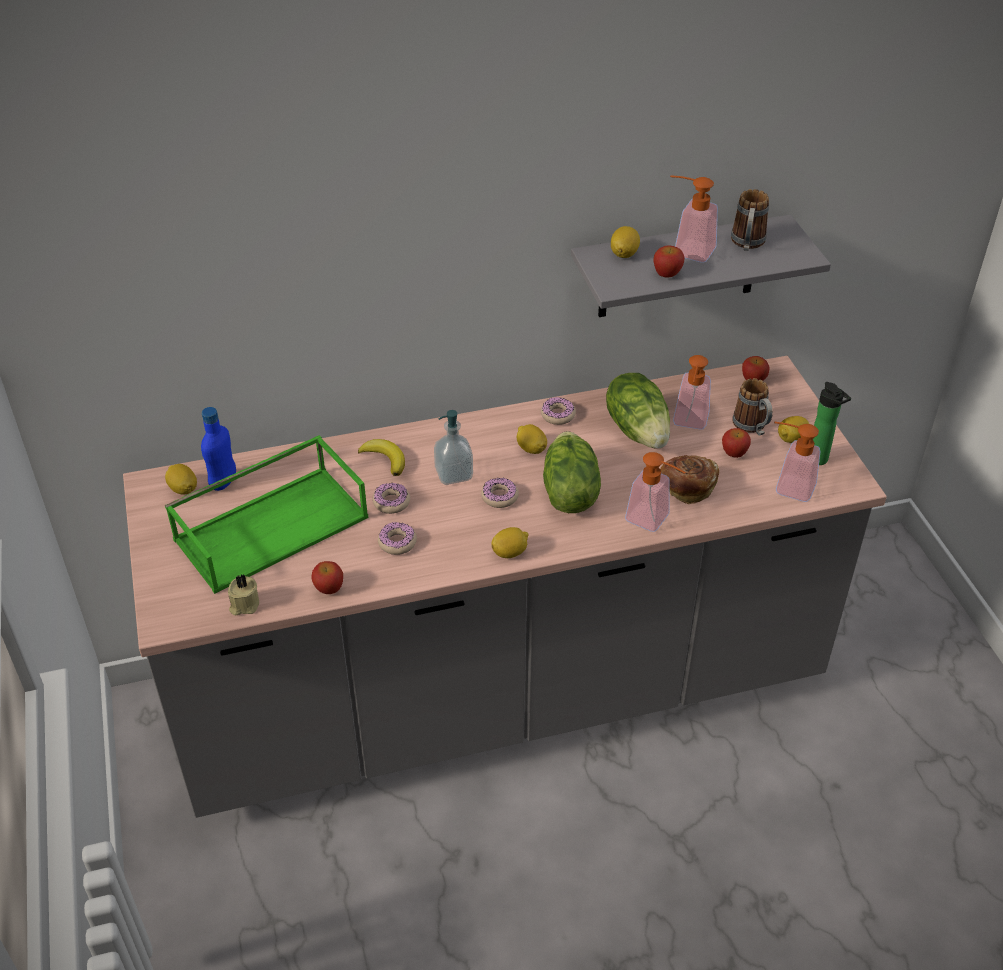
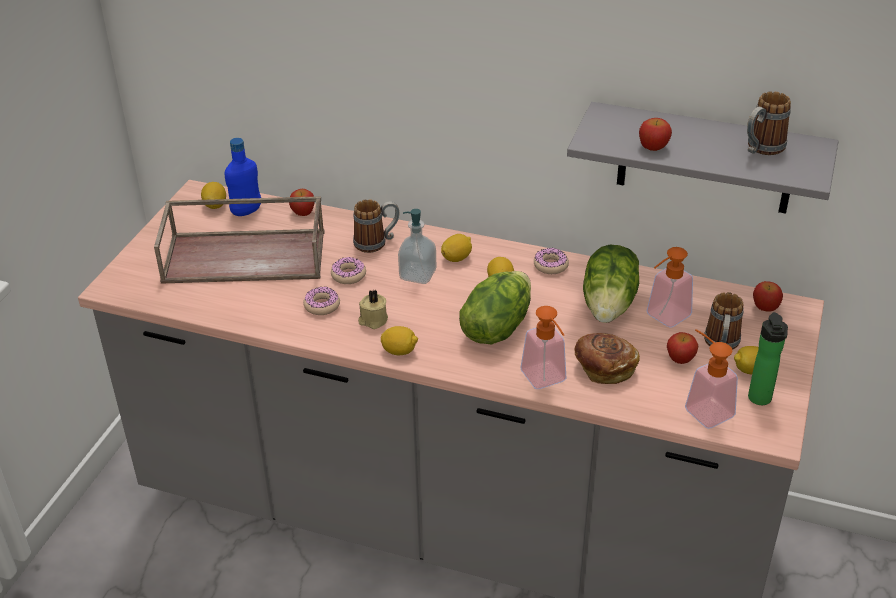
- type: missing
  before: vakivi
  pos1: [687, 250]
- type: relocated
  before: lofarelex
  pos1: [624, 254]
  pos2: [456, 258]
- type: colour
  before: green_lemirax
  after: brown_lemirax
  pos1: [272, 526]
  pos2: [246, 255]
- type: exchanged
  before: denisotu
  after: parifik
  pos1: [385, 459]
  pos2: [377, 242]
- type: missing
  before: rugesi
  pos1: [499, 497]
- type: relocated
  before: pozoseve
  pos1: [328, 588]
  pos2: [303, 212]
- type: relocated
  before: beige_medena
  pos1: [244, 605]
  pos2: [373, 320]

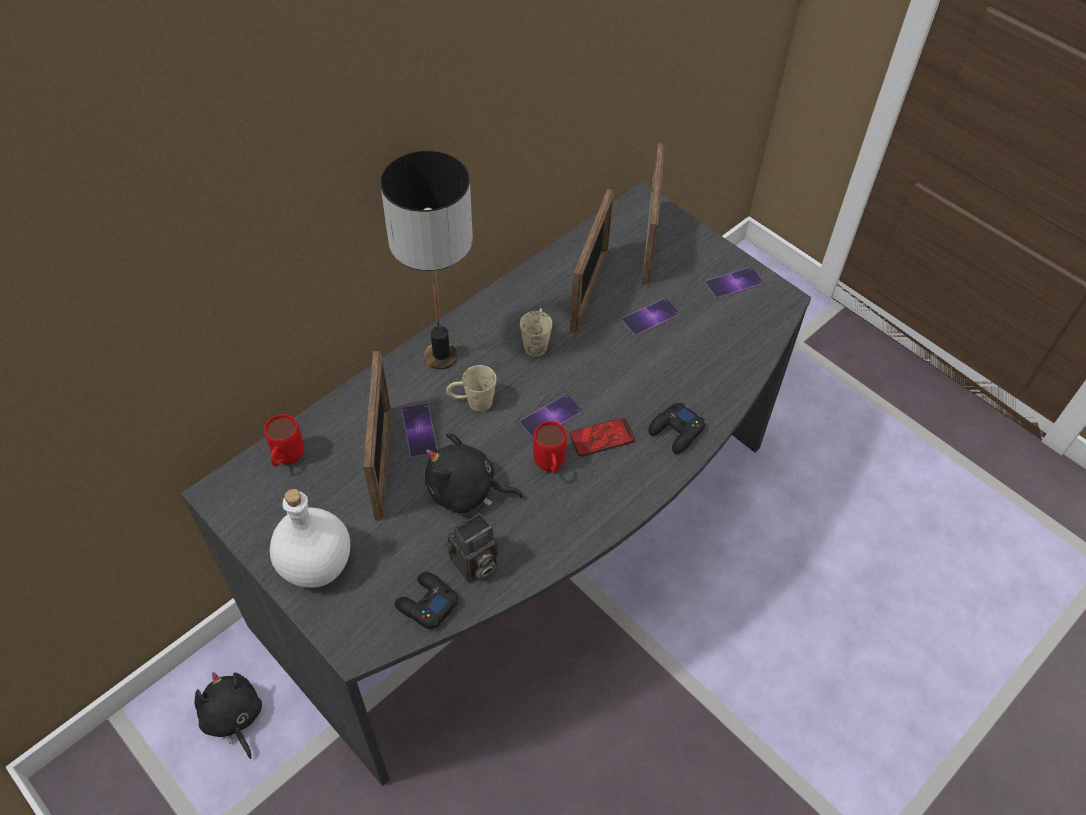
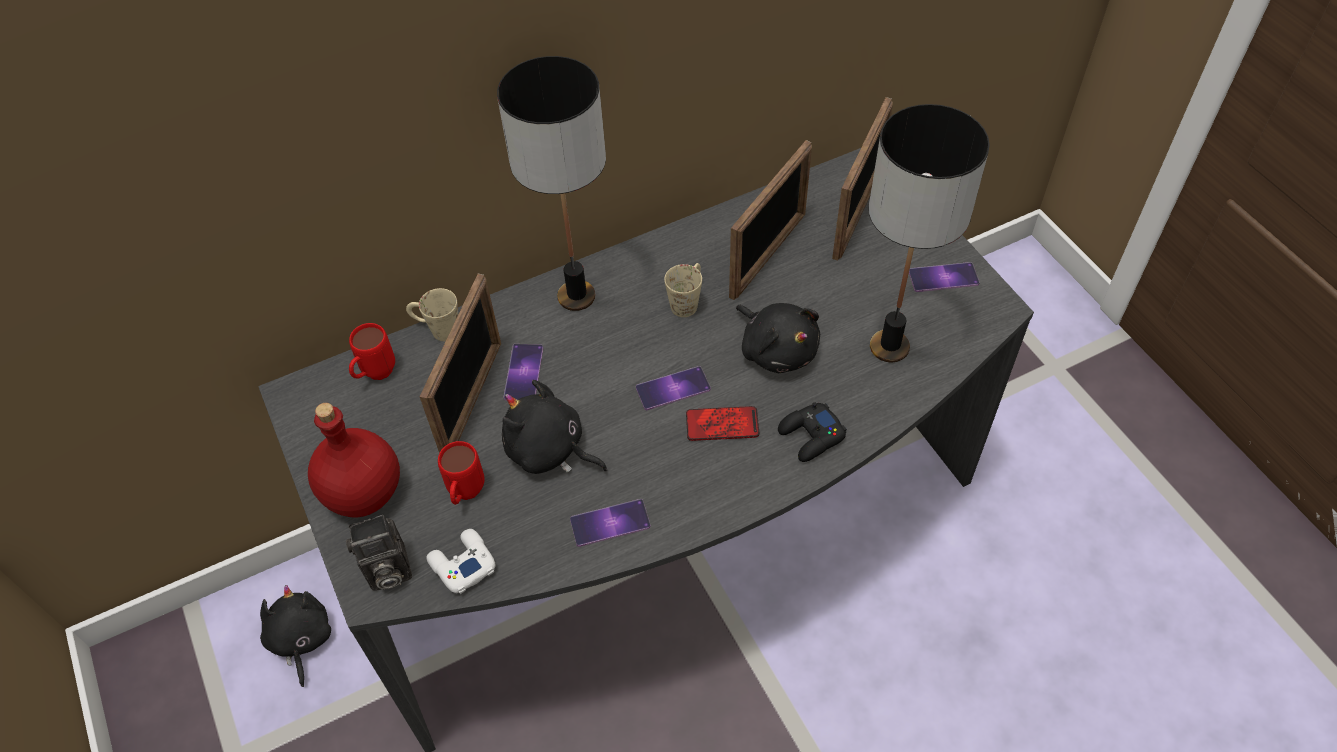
- type: relocated
  before: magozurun
  pos1: [650, 317]
  pos2: [610, 523]
- type: relocated
  before: beige_parifik
  pos1: [472, 402]
  pos2: [437, 329]
- type: relocated
  before: red_parifik
  pos1: [550, 467]
  pos2: [465, 495]
- type: colour
  before: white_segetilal
  after: red_segetilal
  pos1: [315, 563]
  pos2: [363, 492]
- type: relocated
  before: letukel
  pos1: [473, 565]
  pos2: [386, 572]
- type: colour
  before: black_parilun
  after: white_parilun
  pos1: [426, 604]
  pos2: [462, 564]
- type: appeared
  after: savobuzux
  pos2: [890, 347]
- type: appeared
  after: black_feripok
  pos2: [777, 349]

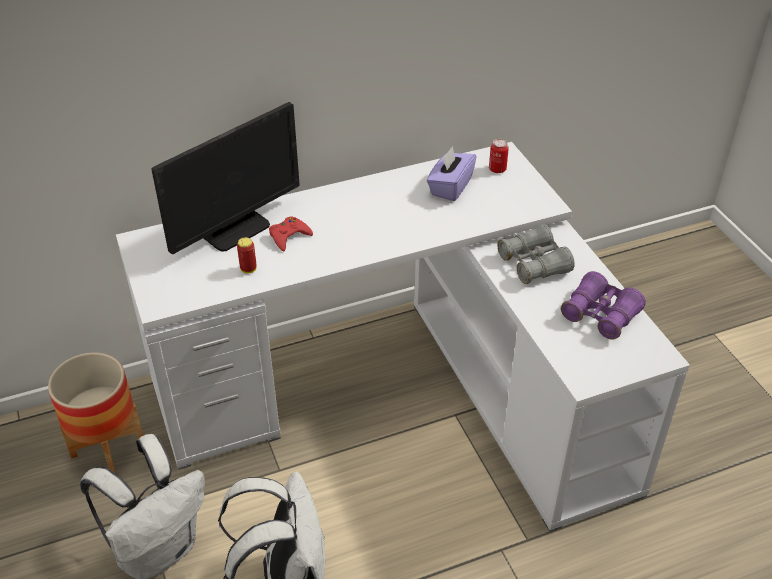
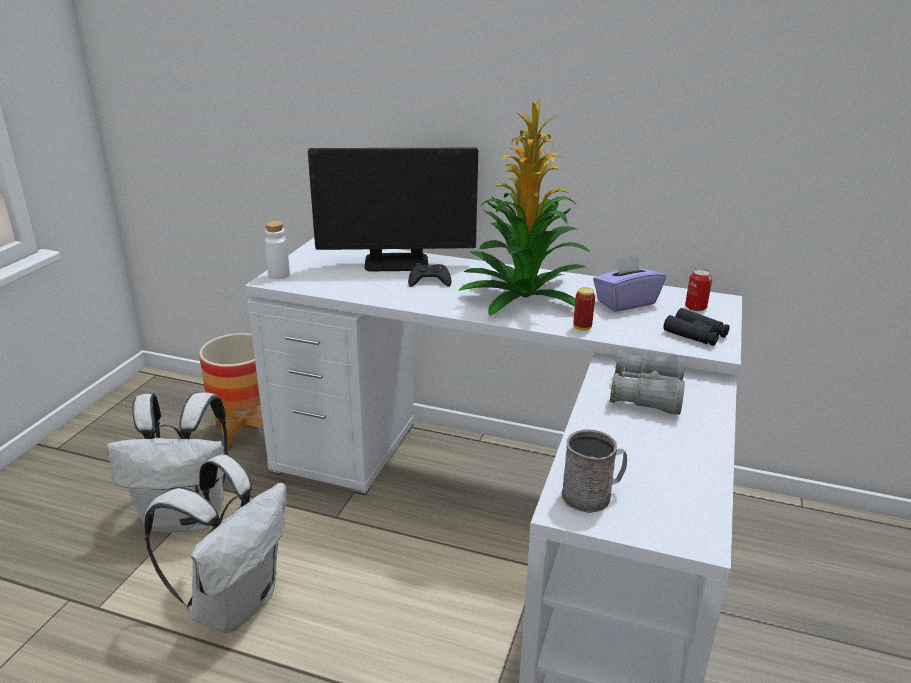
- type: colour
  before: red_parilun
  after: black_parilun
  pos1: [289, 236]
  pos2: [429, 281]
- type: relocated
  before: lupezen
  pos1: [248, 269]
  pos2: [582, 328]
- type: missing
  before: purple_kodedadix
  pos1: [600, 315]
- type: appeared
  after: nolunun
  pos2: [522, 295]
- type: appeared
  after: white_segetilal
  pos2: [279, 275]
- type: appeared
  after: black_kodedadix
  pos2: [695, 334]
- type: appeared
  after: grey_parifik
  pos2: [592, 495]

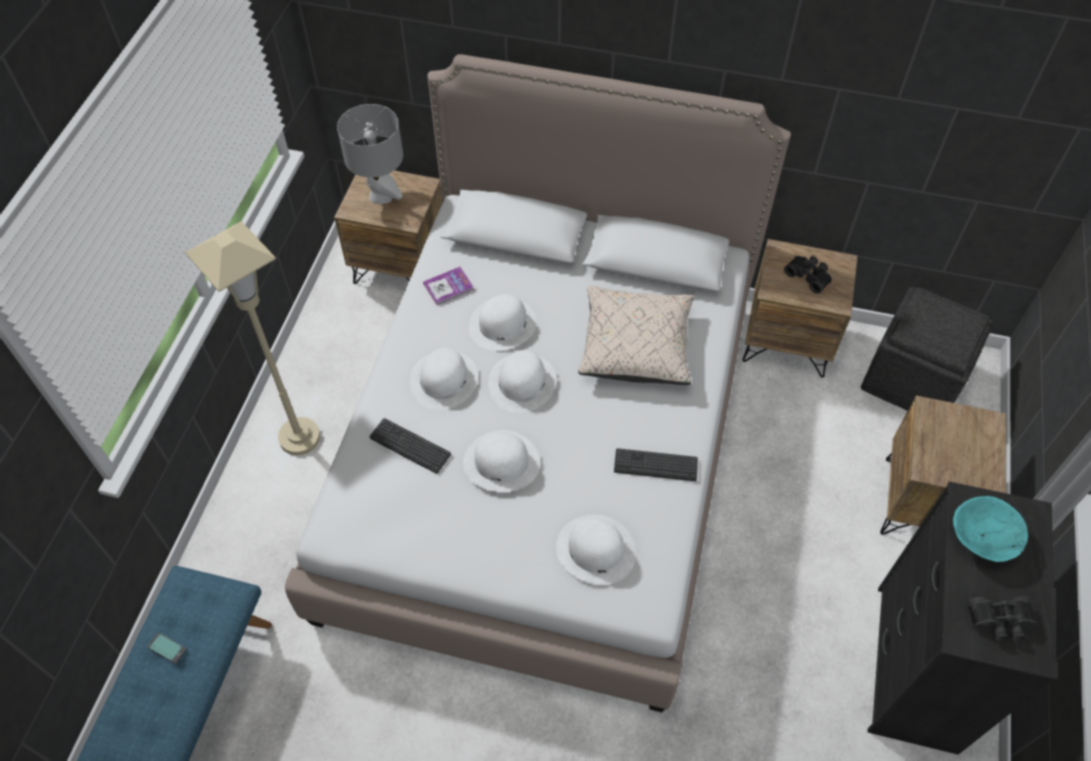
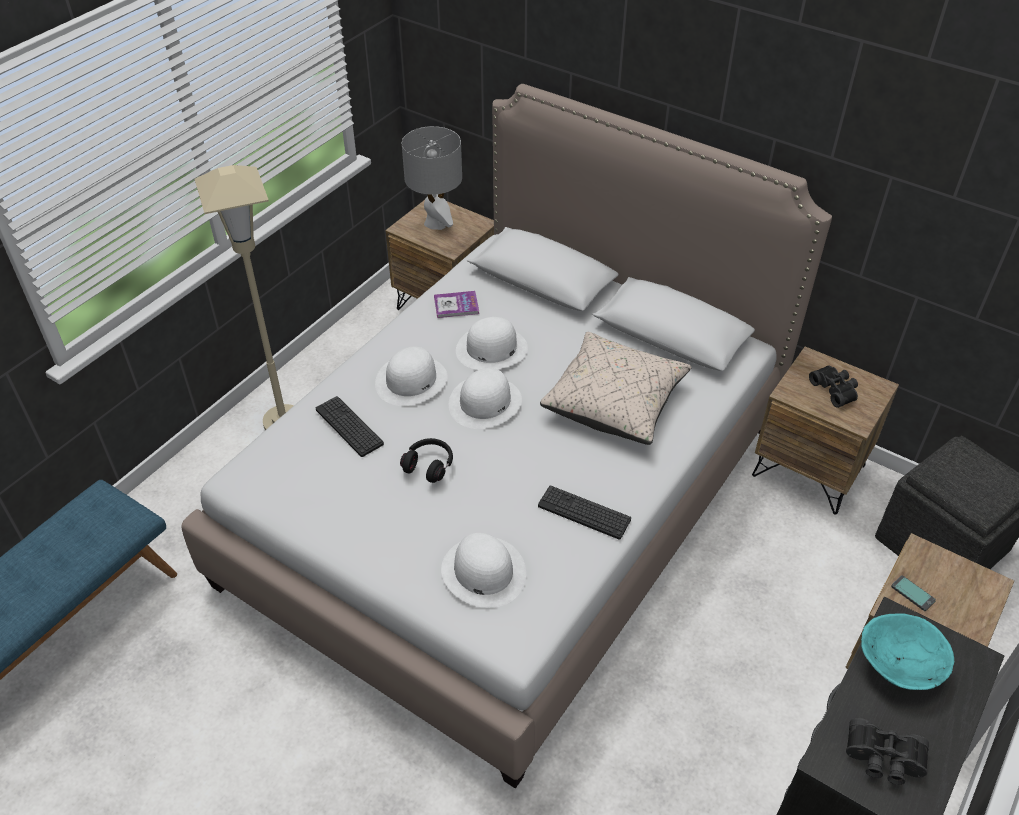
- type: exchanged
  before: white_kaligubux
  after: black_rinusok
  pos1: [502, 462]
  pos2: [429, 465]
- type: relocated
  before: magozurun
  pos1: [167, 648]
  pos2: [913, 593]

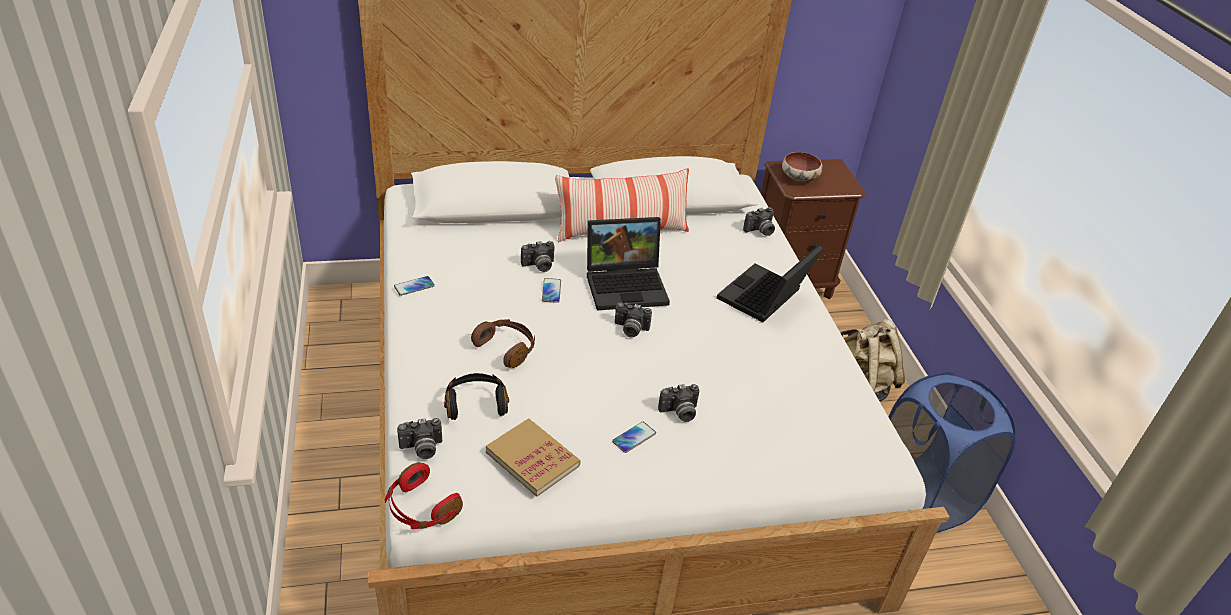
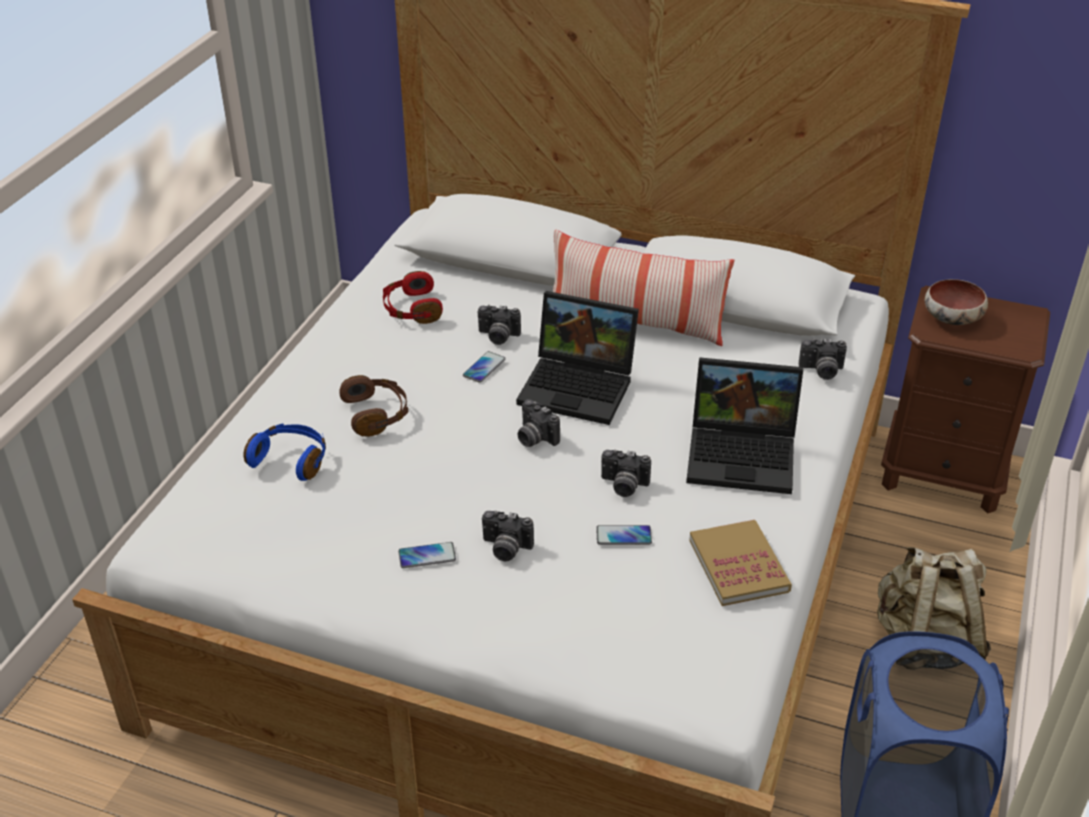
- type: spun
  before: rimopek
  pos1: [764, 298]
  pos2: [744, 455]
  turn: -150
- type: relocated
  before: magozurun
  pos1: [414, 286]
  pos2: [623, 536]
- type: colour
  before: black_rinusok
  after: blue_rinusok
  pos1: [476, 403]
  pos2: [291, 459]
- type: relocated
  before: letukel
  pos1: [421, 449]
  pos2: [623, 486]
- type: relocated
  before: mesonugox
  pos1: [532, 459]
  pos2: [738, 565]
- type: relocated
  before: red_rinusok
  pos1: [421, 508]
  pos2: [411, 309]

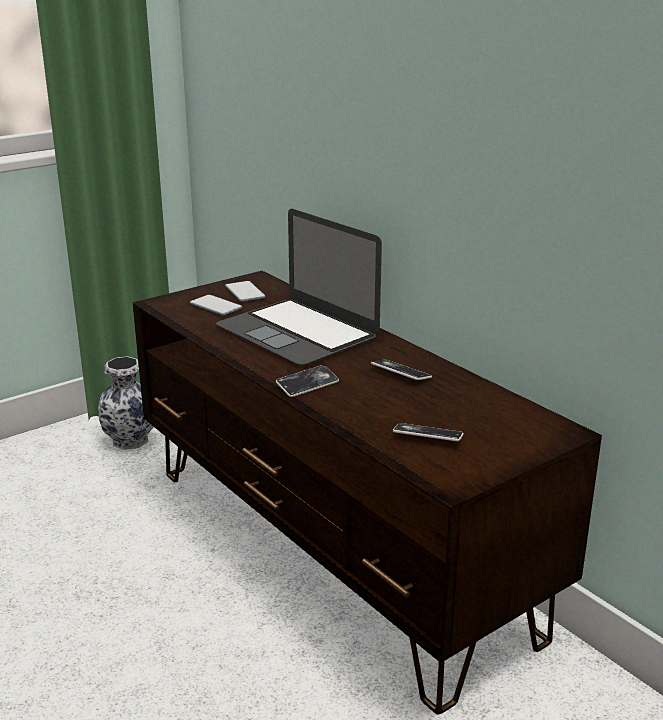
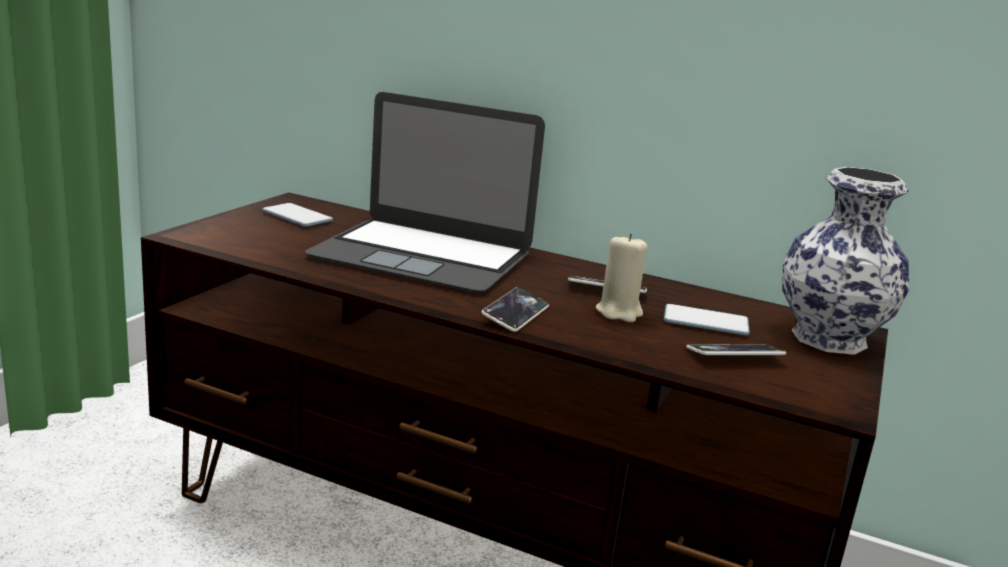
- type: relocated
  before: magozurun
  pos1: [216, 306]
  pos2: [705, 322]
- type: relocated
  before: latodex
  pos1: [129, 440]
  pos2: [830, 340]
- type: appeared
  after: beige_medena
  pos2: [619, 312]

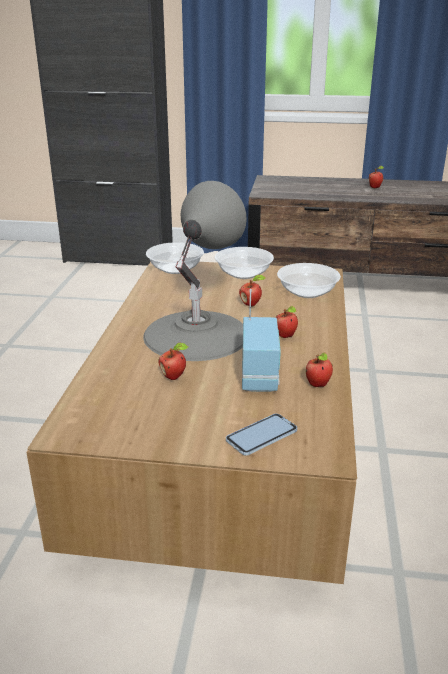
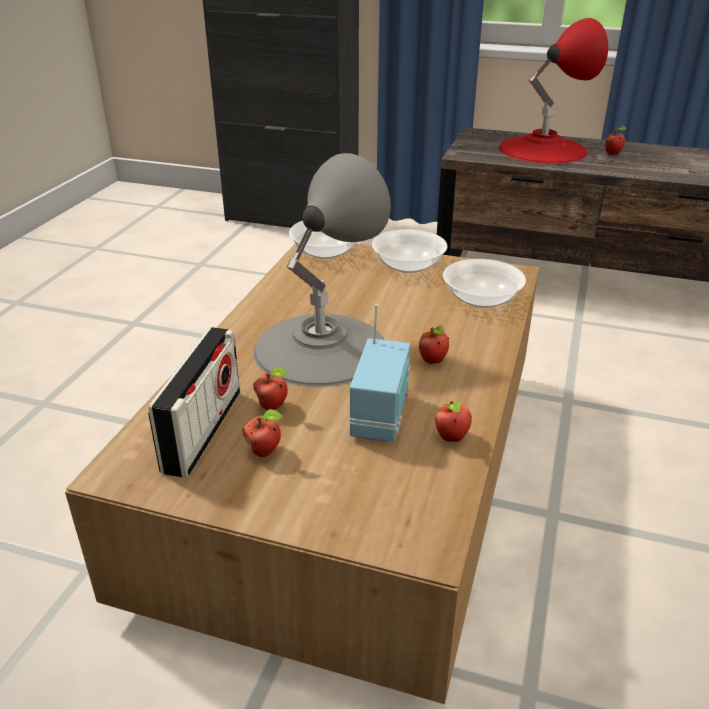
- type: relocated
  before: pozoseve
  pos1: [251, 304]
  pos2: [265, 451]
- type: missing
  before: magozurun
  pos1: [261, 436]
- type: appeared
  after: red_savobuzux
  pos2: [542, 149]
- type: appeared
  after: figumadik
  pos2: [203, 430]

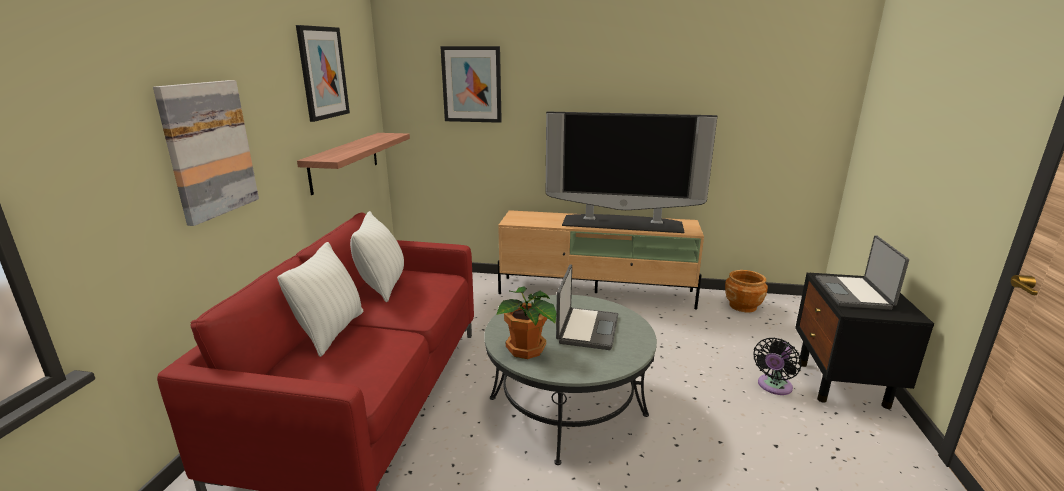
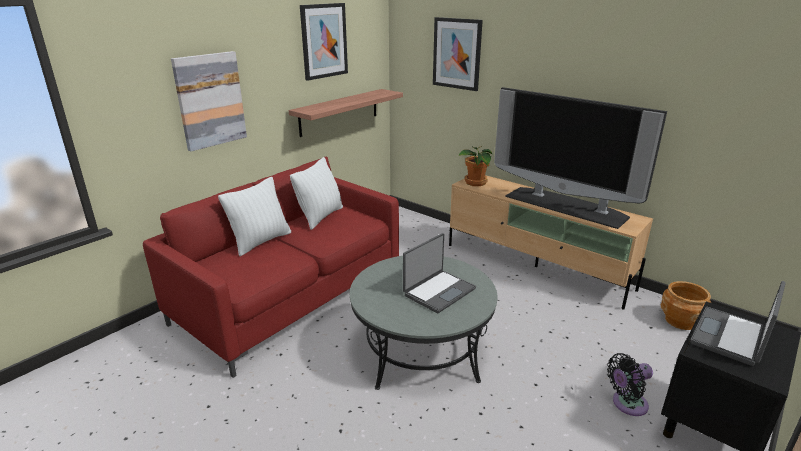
- type: relocated
  before: nolunun
  pos1: [526, 350]
  pos2: [475, 183]

